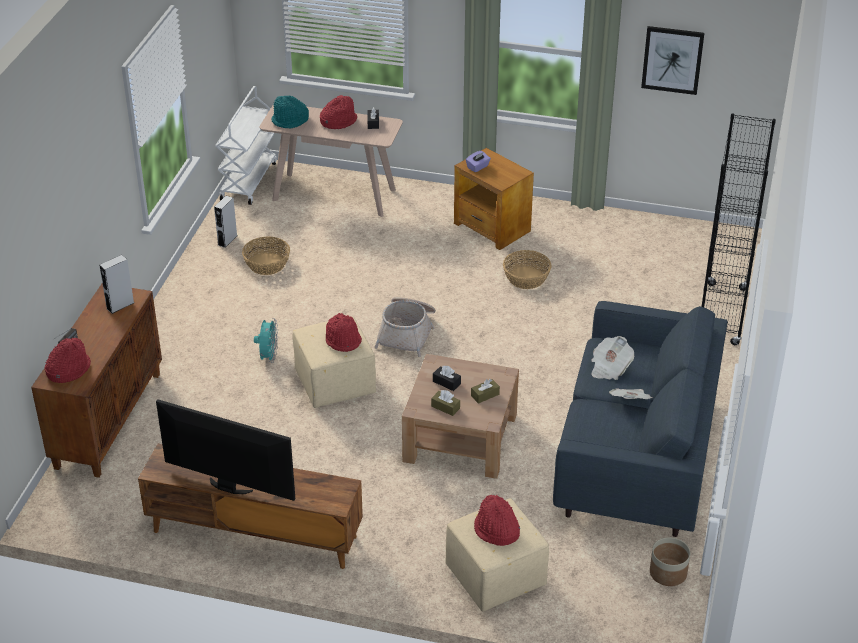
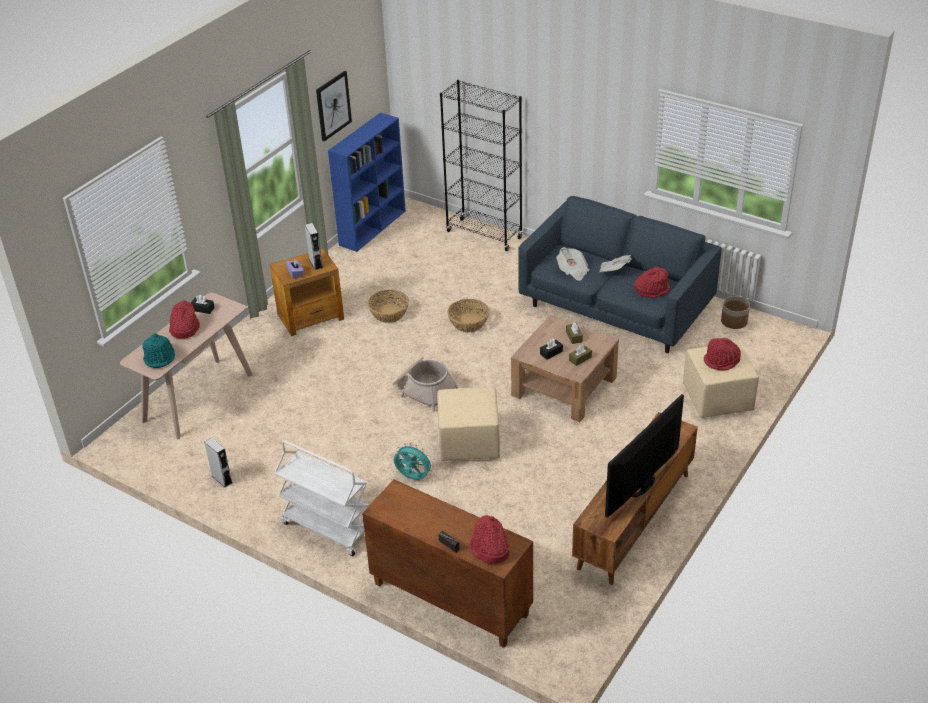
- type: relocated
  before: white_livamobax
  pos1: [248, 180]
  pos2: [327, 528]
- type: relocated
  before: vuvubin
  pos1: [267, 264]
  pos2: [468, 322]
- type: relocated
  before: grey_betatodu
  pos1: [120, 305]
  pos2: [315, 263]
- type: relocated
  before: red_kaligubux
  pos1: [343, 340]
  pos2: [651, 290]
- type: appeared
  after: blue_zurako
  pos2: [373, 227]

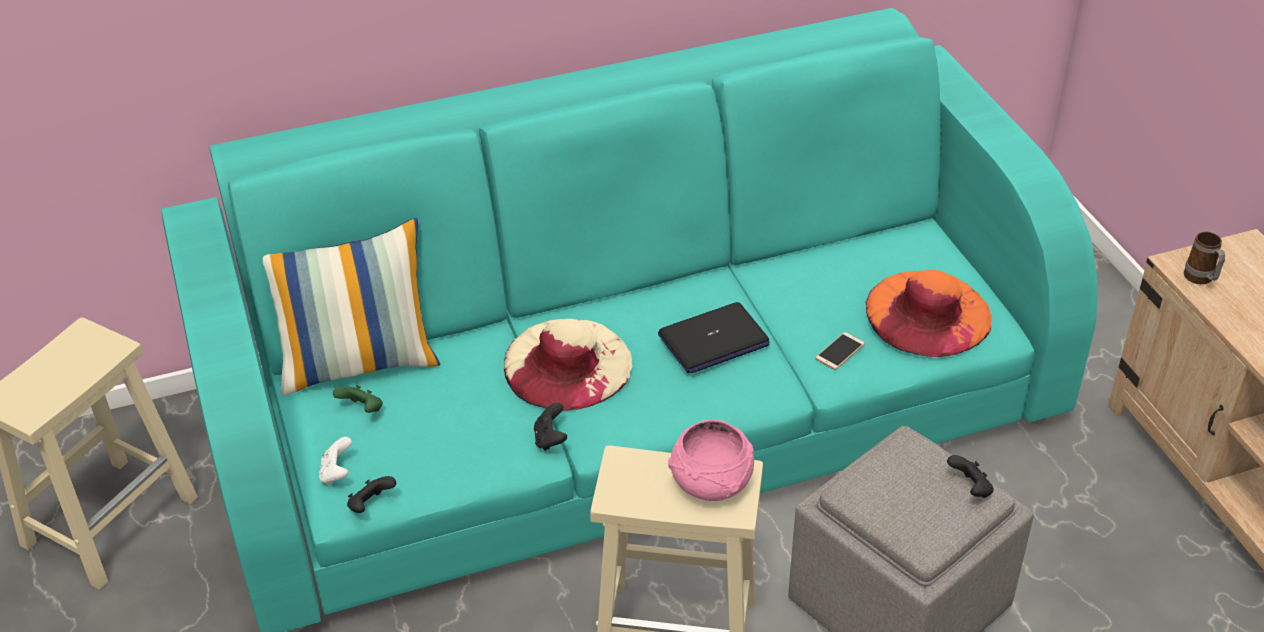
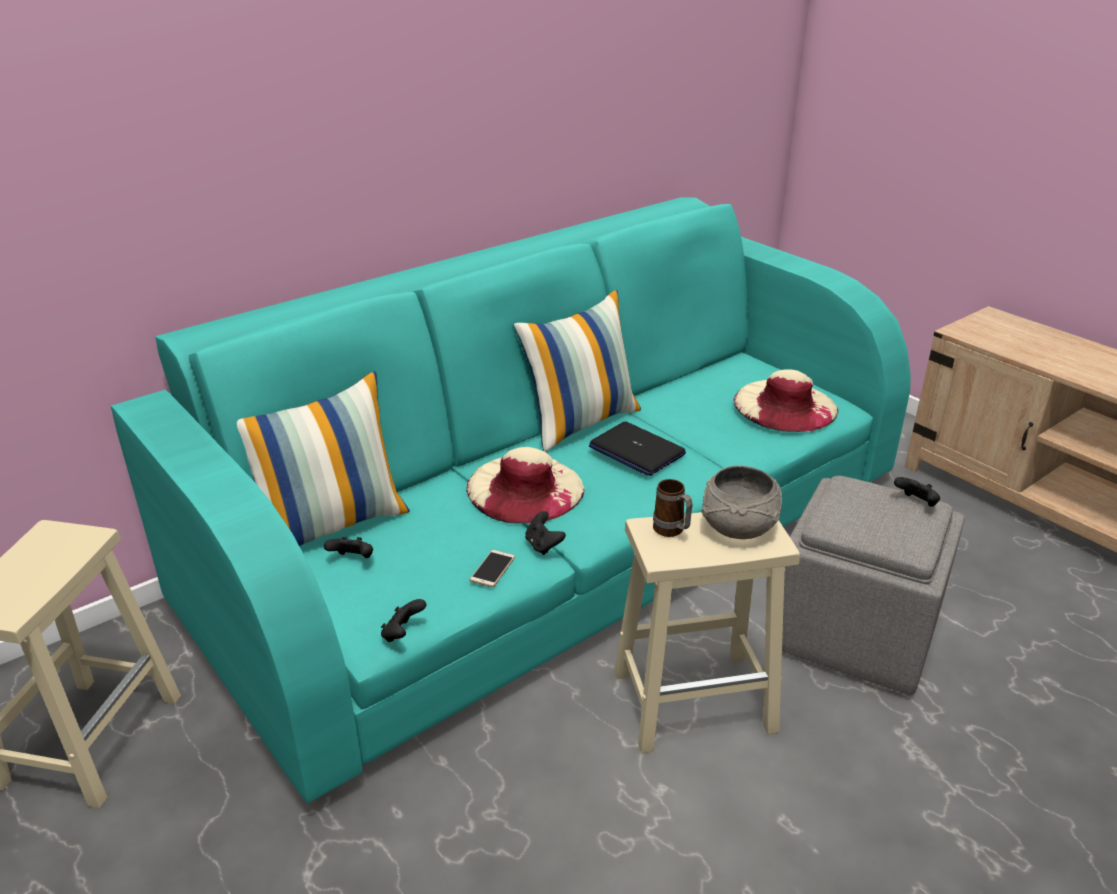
- type: relocated
  before: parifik
  pos1: [1201, 280]
  pos2: [672, 532]
- type: colour
  before: orange_kaligubux
  after: beige_kaligubux
  pos1: [928, 313]
  pos2: [785, 405]
- type: spun
  before: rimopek
  pos1: [713, 340]
  pos2: [636, 450]
  turn: 90
- type: relocated
  before: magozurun
  pos1: [840, 351]
  pos2: [492, 569]
- type: colour
  before: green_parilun
  after: black_parilun
  pos1: [362, 410]
  pos2: [353, 560]
- type: colour
  before: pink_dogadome
  after: grey_dogadome
  pos1: [712, 484]
  pos2: [739, 528]
- type: missing
  before: white_parilun
  pos1: [337, 473]
- type: appeared
  after: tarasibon
  pos2: [580, 422]

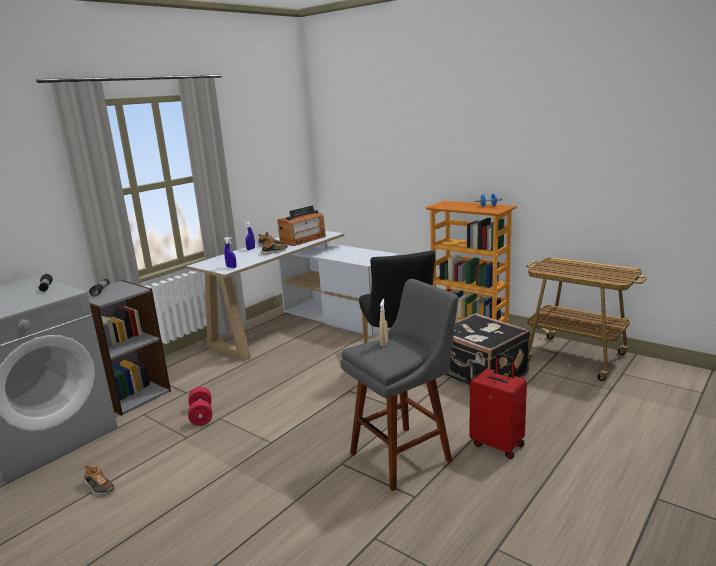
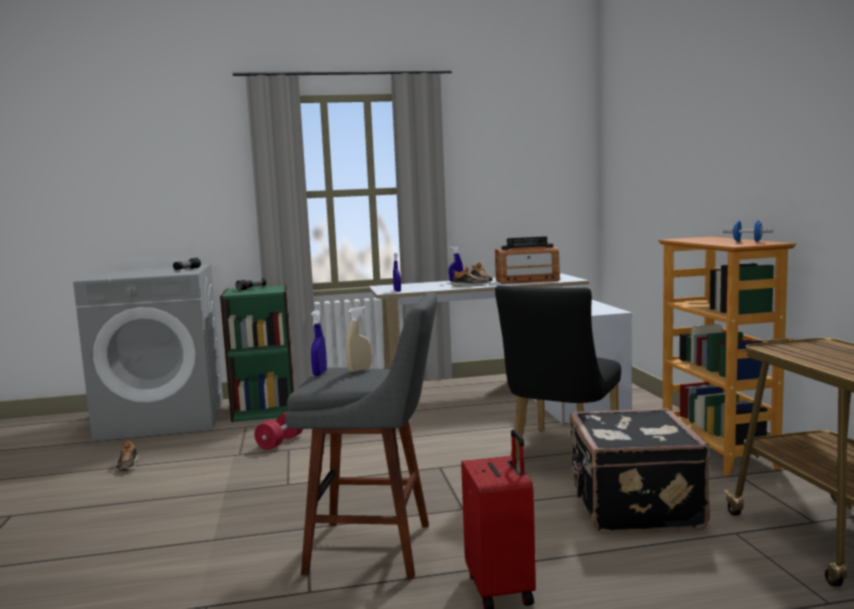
- type: colour
  before: grey_zurako
  after: green_zurako
  pos1: [131, 395]
  pos2: [264, 410]
- type: appeared
  after: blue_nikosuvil
  pos2: [320, 373]

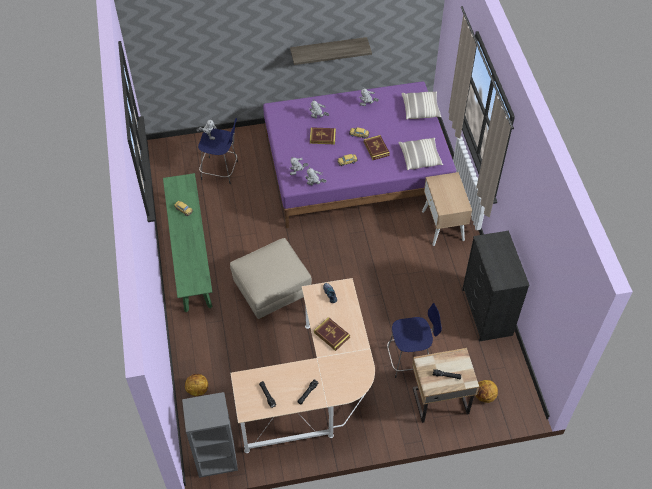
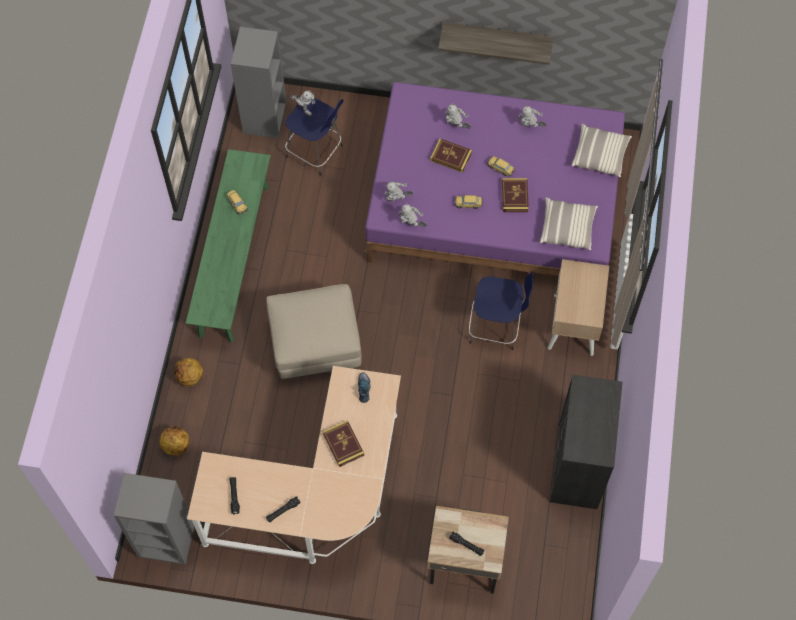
- type: relocated
  before: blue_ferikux
  pos1: [409, 359]
  pos2: [496, 327]
- type: relocated
  before: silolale
  pos1: [484, 396]
  pos2: [189, 377]
- type: appeared
  after: grey_zurako
  pos2: [264, 117]

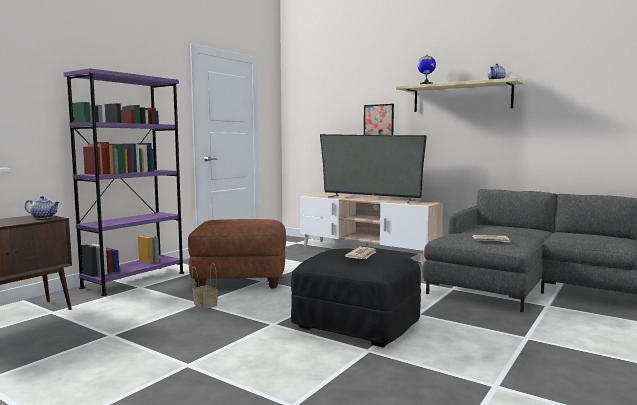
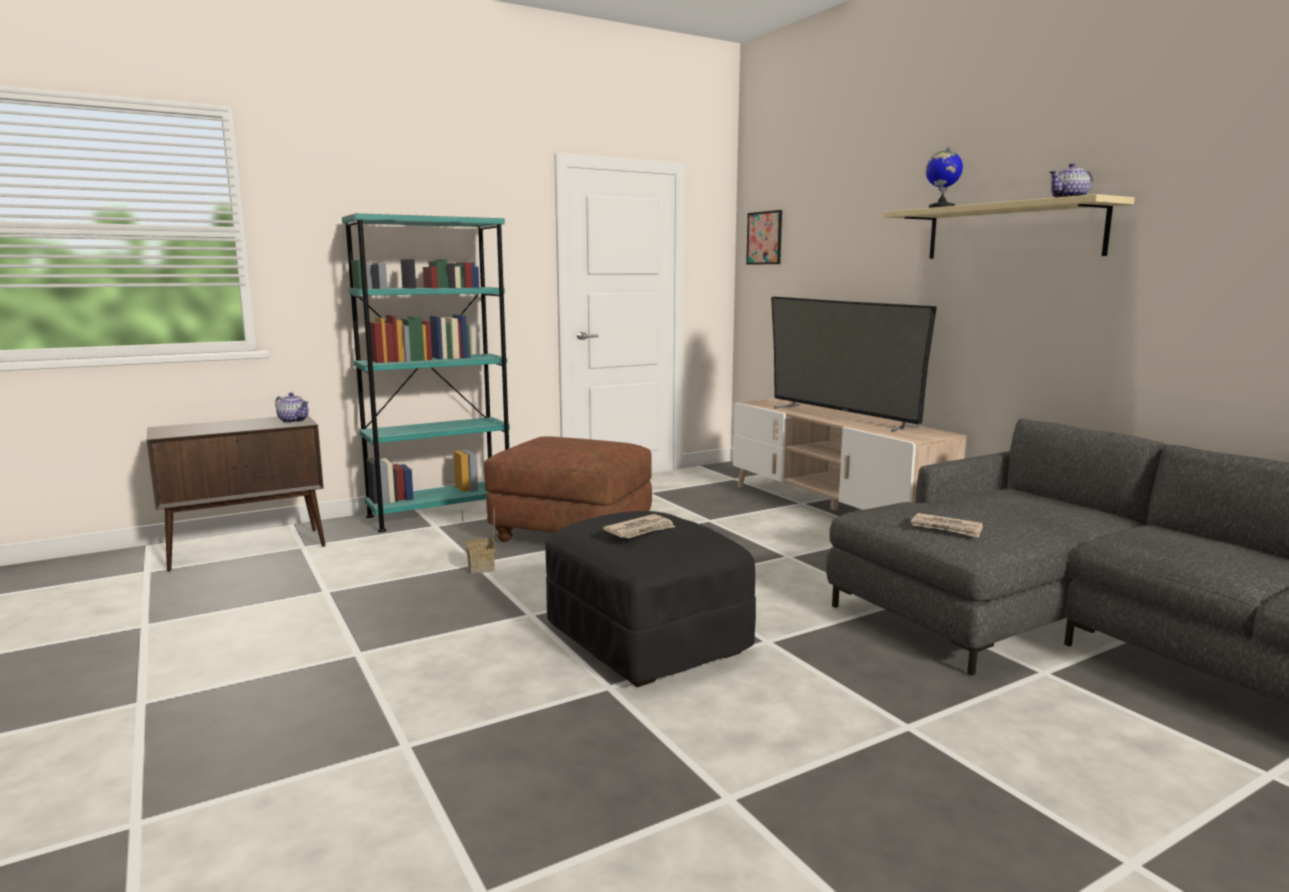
- type: colour
  before: purple_zurako
  after: turquoise_zurako
  pos1: [134, 280]
  pos2: [440, 514]
- type: relocated
  before: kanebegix
  pos1: [378, 121]
  pos2: [764, 238]

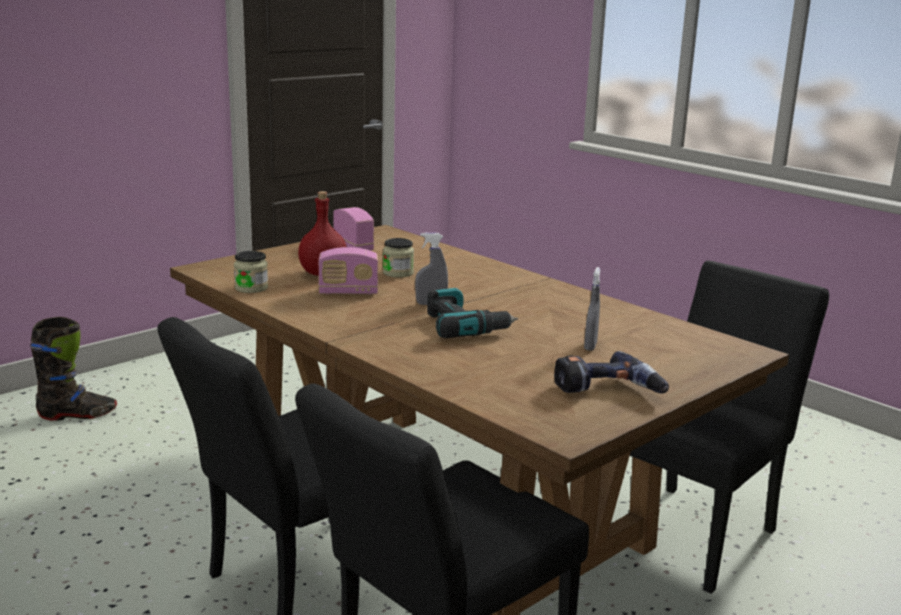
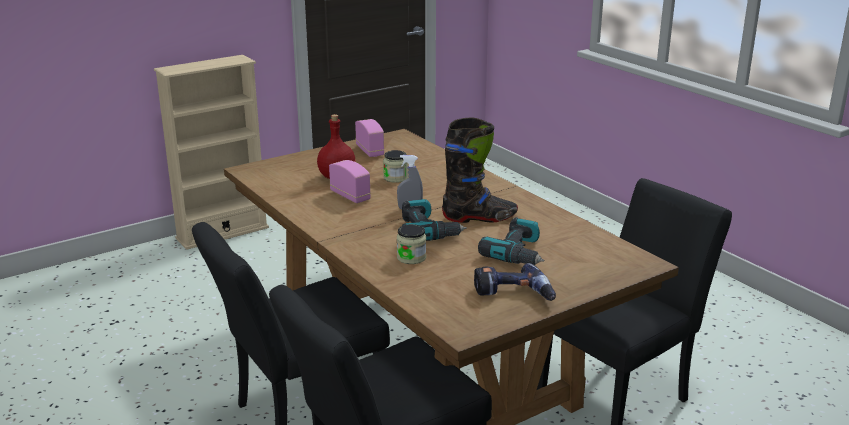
- type: spun
  before: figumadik
  pos1: [348, 292]
  pos2: [350, 196]
  turn: -135
- type: relocated
  before: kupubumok
  pos1: [251, 288]
  pos2: [411, 258]
- type: exchanged
  before: grey_nikosuvil
  after: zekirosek
  pos1: [590, 346]
  pos2: [518, 253]
- type: relocated
  before: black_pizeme
  pos1: [77, 415]
  pos2: [479, 218]
- type: appeared
  after: beige_zurako
  pos2: [222, 233]

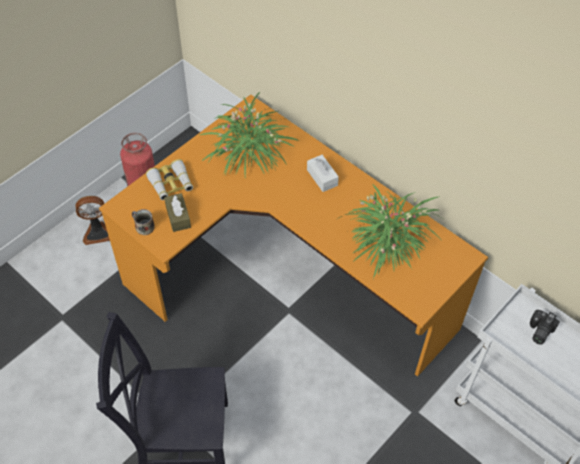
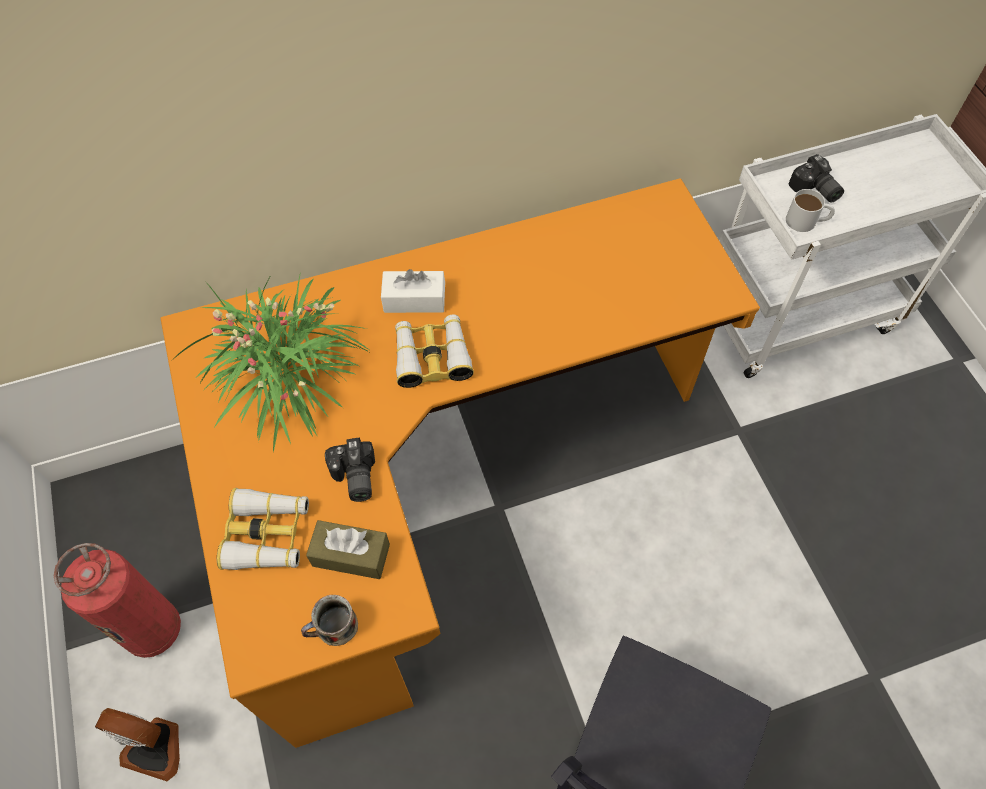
- type: missing
  before: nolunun
  pos1: [387, 242]
- type: spun
  before: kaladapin
  pos1: [97, 232]
  pos2: [156, 746]
  turn: 90
- type: appeared
  after: white_parifik
  pos2: [807, 221]
- type: appeared
  after: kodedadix
  pos2: [432, 356]
- type: appeared
  after: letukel
  pos2: [353, 478]

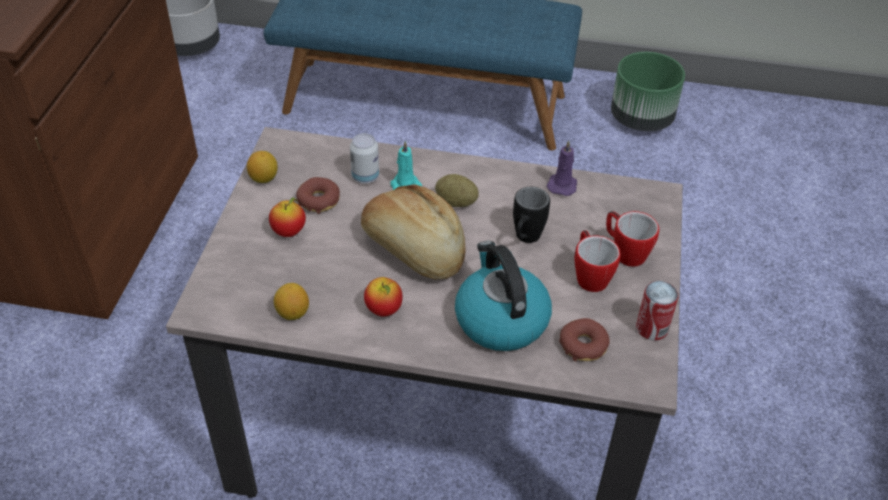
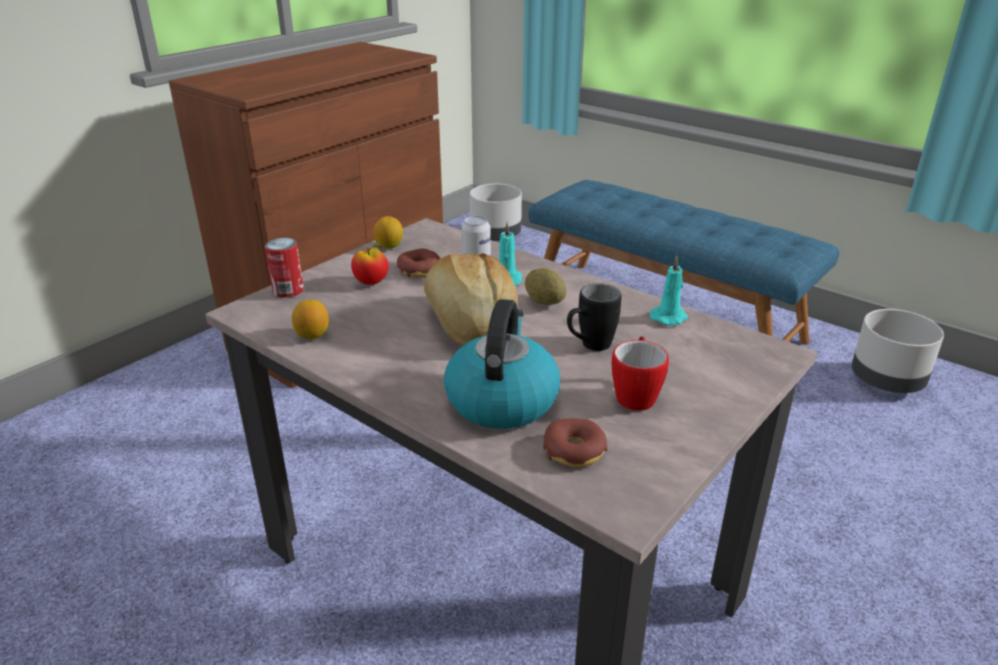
- type: colour
  before: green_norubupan
  after: grey_norubupan
  pos1: [641, 118]
  pos2: [886, 381]
- type: colour
  before: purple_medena
  after: turquoise_medena
  pos1: [562, 184]
  pos2: [669, 317]
- type: missing
  before: parifik
  pos1: [625, 252]
- type: missing
  before: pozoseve
  pos1: [384, 310]
- type: relocated
  before: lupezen
  pos1: [652, 328]
  pos2: [288, 291]

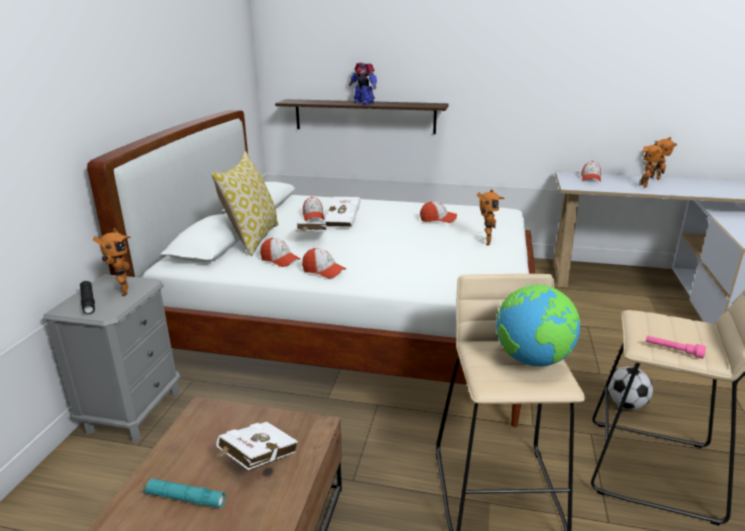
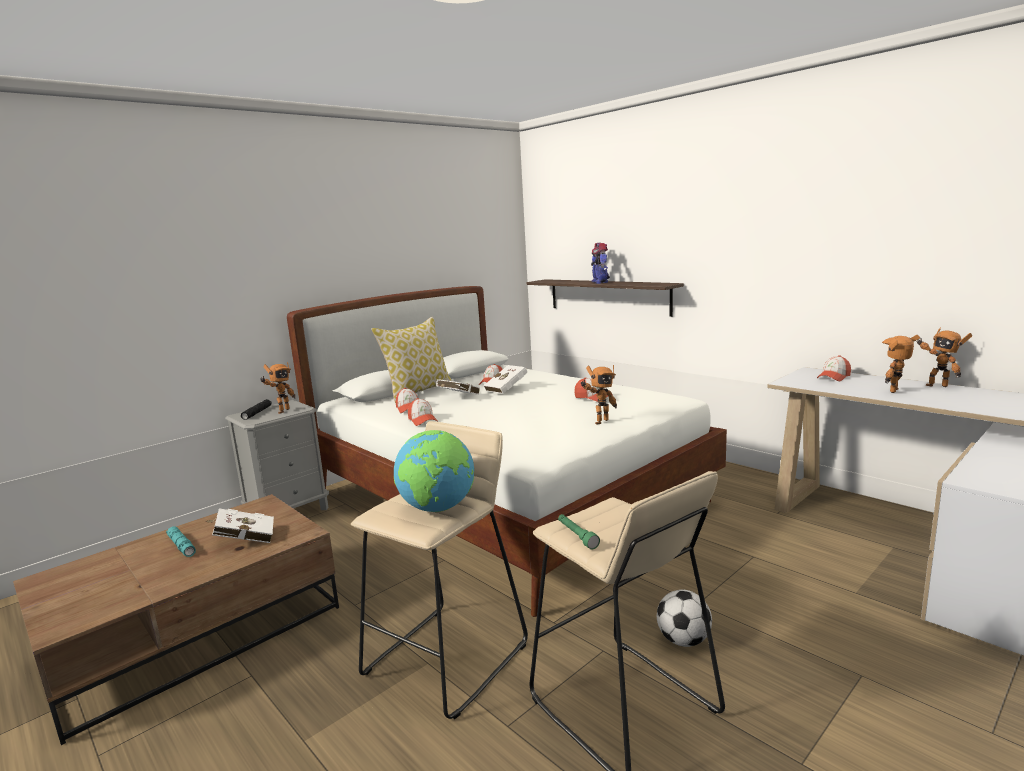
- type: spun
  before: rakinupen
  pos1: [656, 178]
  pos2: [936, 385]
  turn: -75
- type: colour
  before: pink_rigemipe
  after: green_rigemipe
  pos1: [673, 351]
  pos2: [577, 536]

